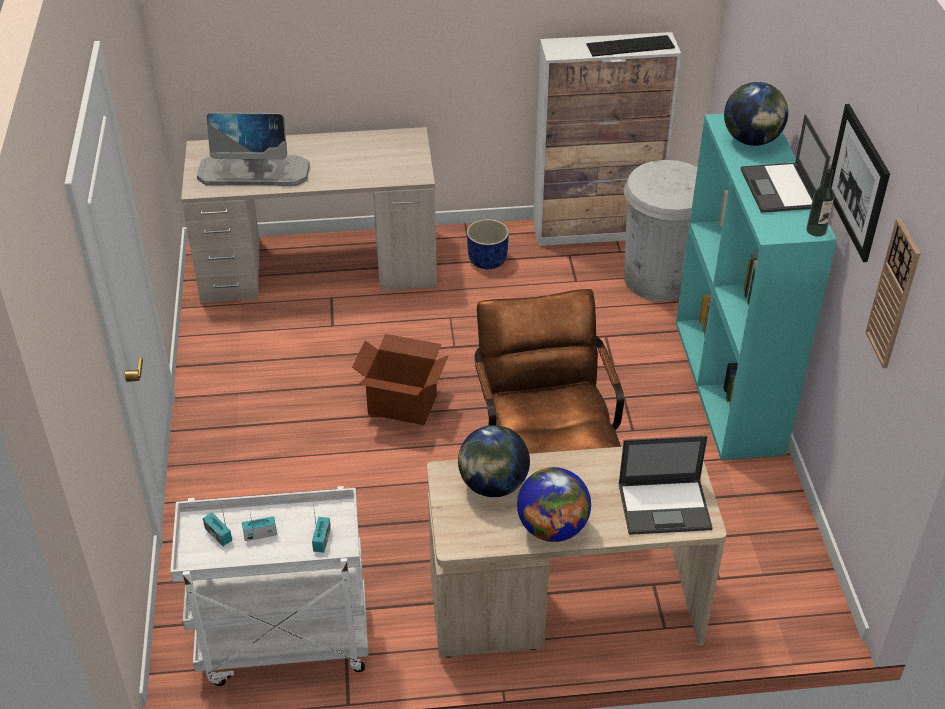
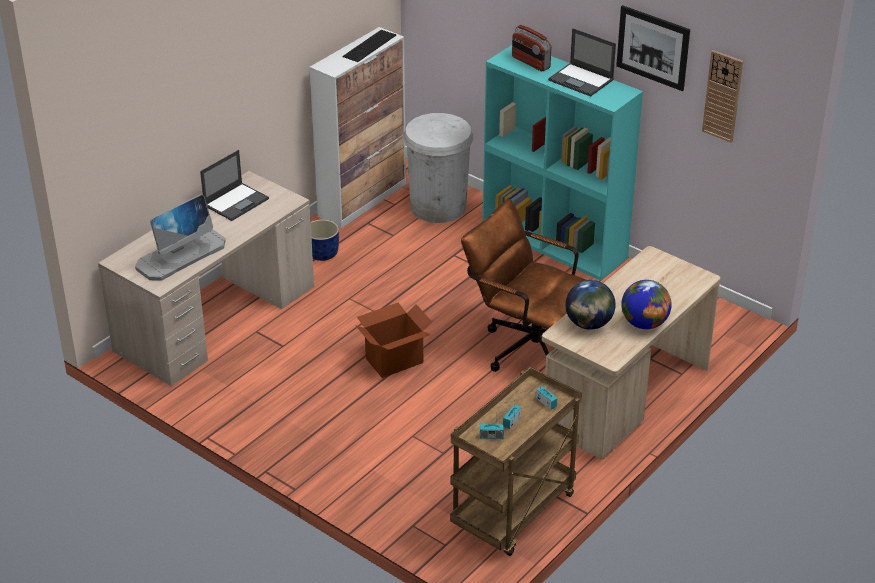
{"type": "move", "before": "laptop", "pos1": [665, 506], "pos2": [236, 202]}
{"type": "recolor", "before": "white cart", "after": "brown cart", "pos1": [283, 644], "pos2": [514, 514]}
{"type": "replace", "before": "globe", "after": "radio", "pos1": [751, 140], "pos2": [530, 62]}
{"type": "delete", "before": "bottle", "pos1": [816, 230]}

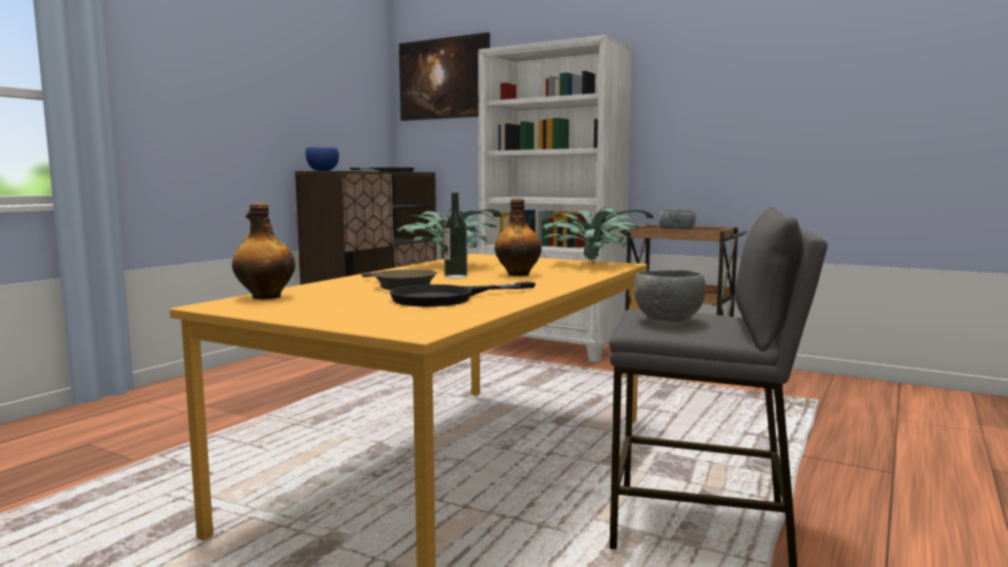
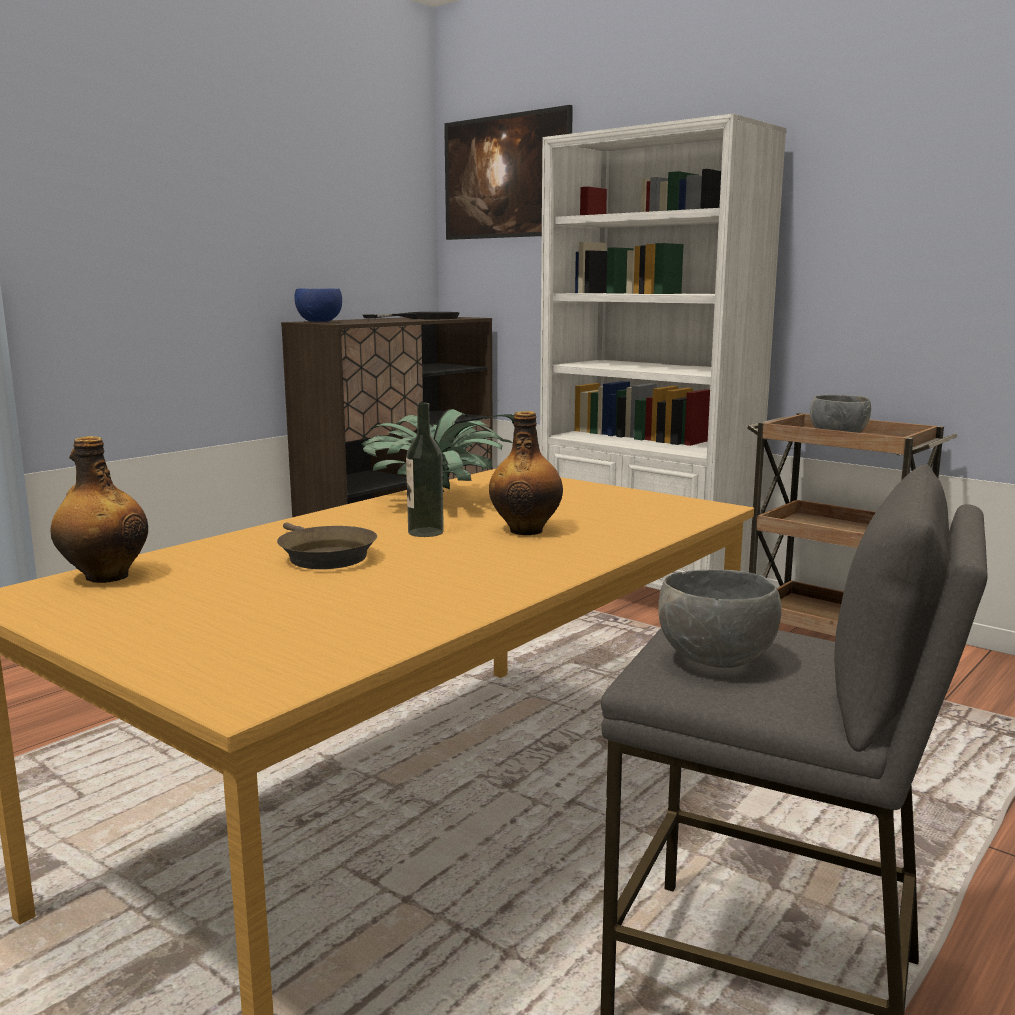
{"type": "delete", "before": "black frying pan", "pos1": [446, 298]}
{"type": "delete", "before": "potted plant", "pos1": [591, 265]}

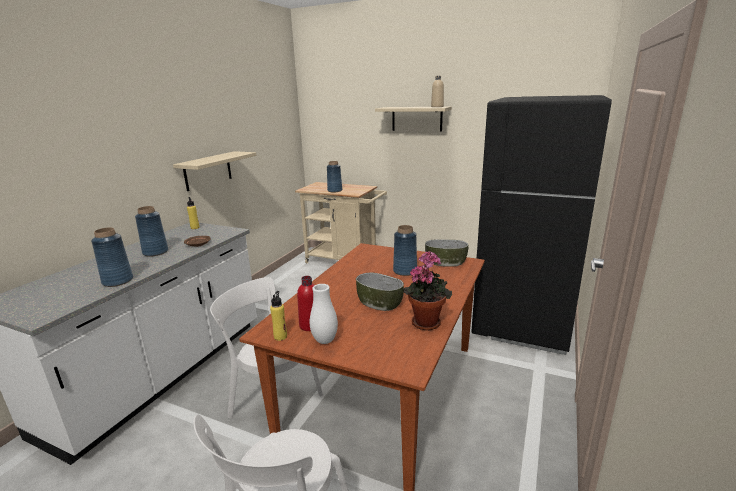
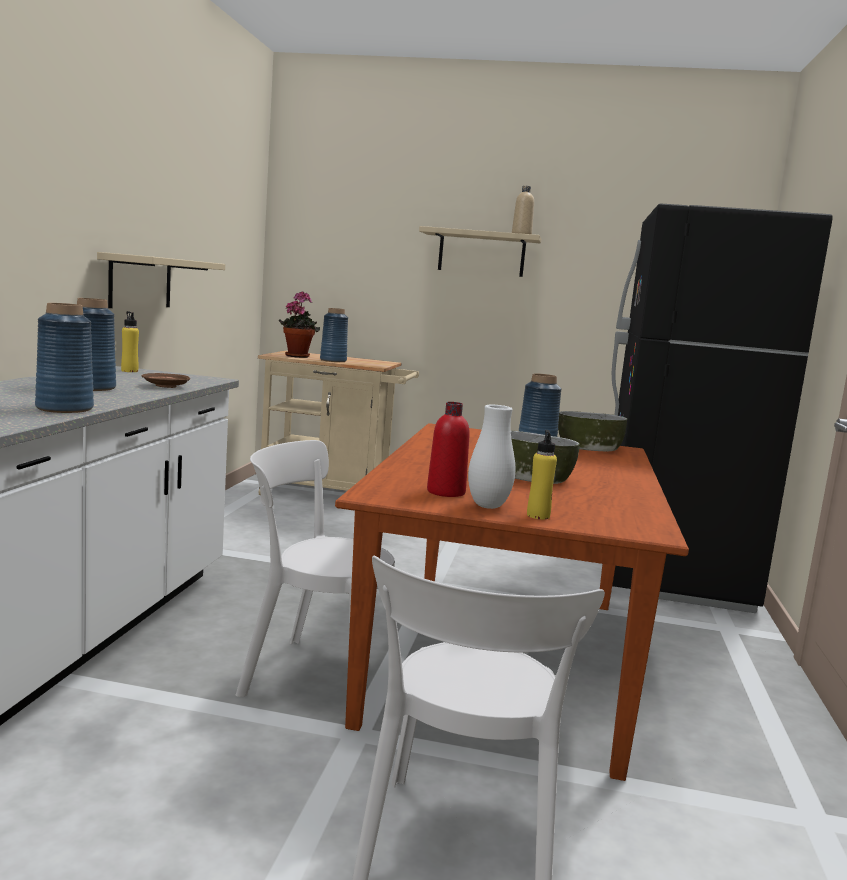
{"type": "move", "before": "potted plant", "pos1": [426, 322], "pos2": [298, 356]}
{"type": "move", "before": "yellow bottle", "pos1": [280, 337], "pos2": [538, 516]}

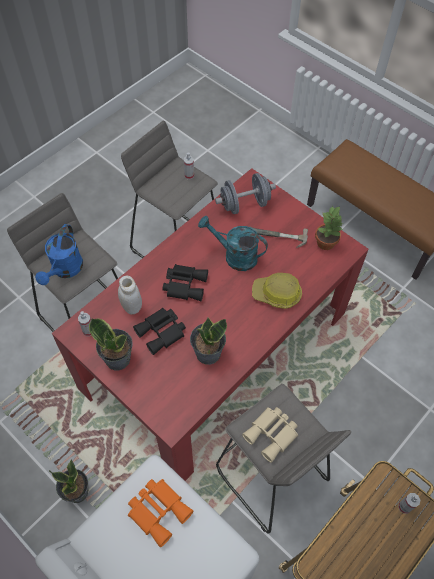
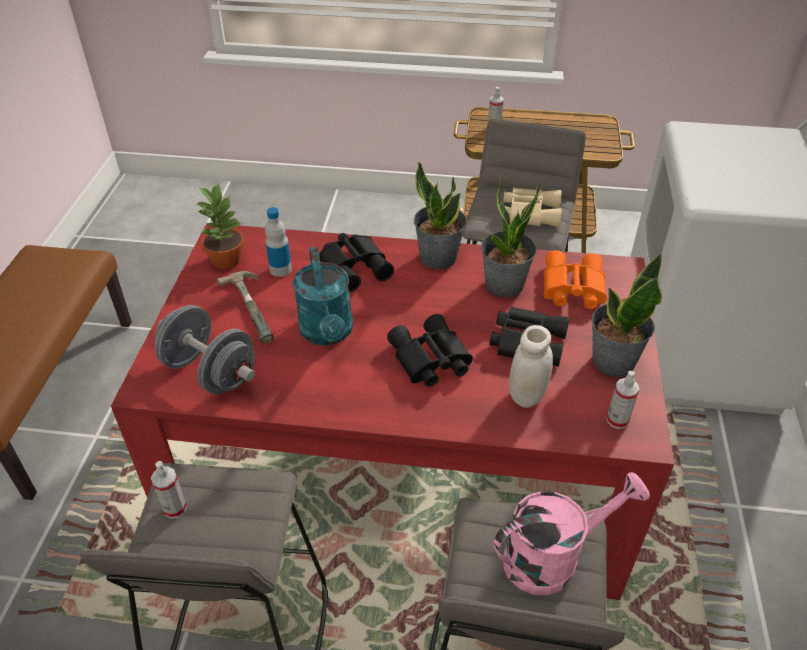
{"type": "insert", "after": "bottle", "pos2": [280, 269]}
{"type": "replace", "before": "hard hat", "after": "black binoculars", "pos1": [277, 294], "pos2": [356, 266]}
{"type": "move", "before": "potted plant", "pos1": [77, 492], "pos2": [438, 257]}
{"type": "recolor", "before": "blue watering can", "after": "pink watering can", "pos1": [65, 270], "pos2": [553, 556]}
{"type": "move", "before": "orange binoculars", "pos1": [159, 510], "pos2": [571, 288]}

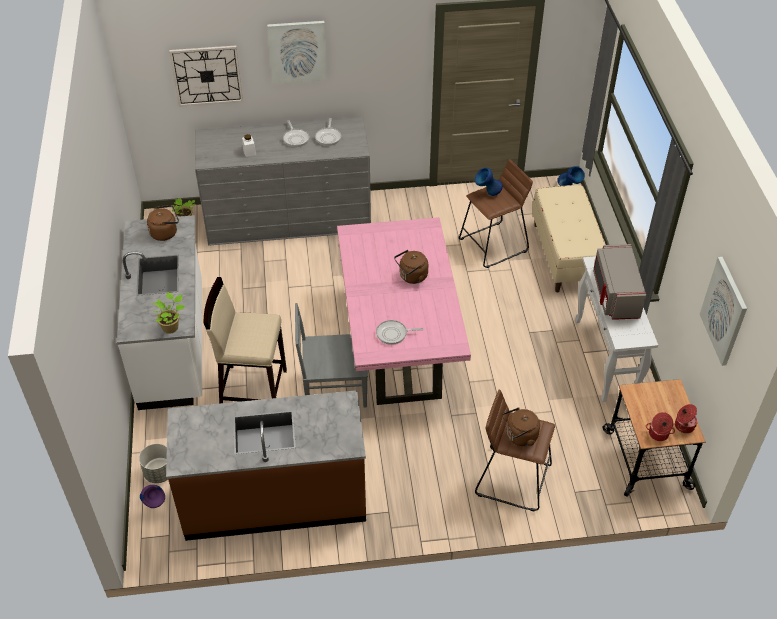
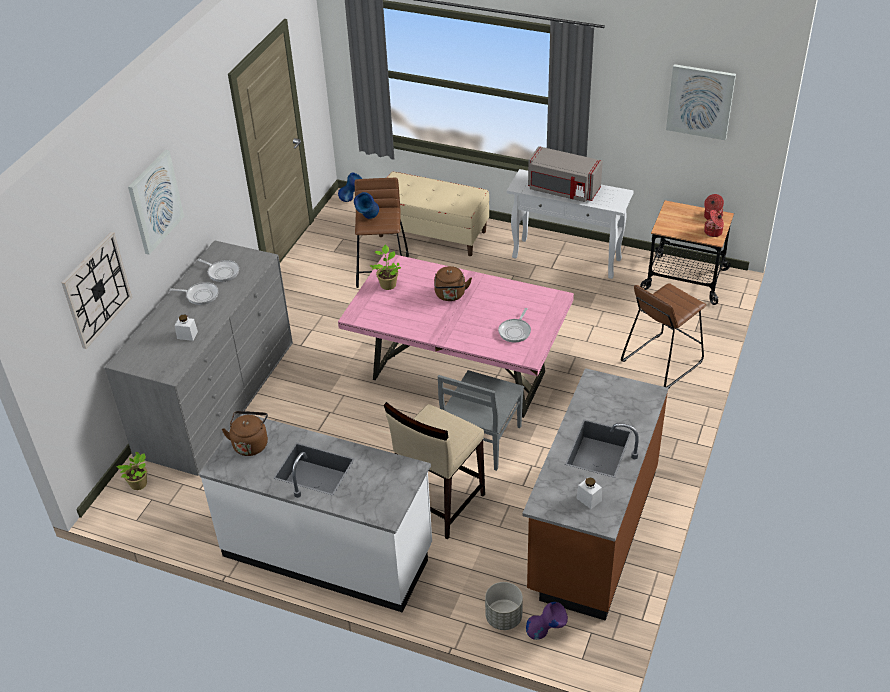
{"type": "move", "before": "potted plant", "pos1": [171, 327], "pos2": [388, 284]}
{"type": "insert", "after": "white jar", "pos2": [589, 499]}
{"type": "delete", "before": "brown kettle", "pos1": [520, 437]}

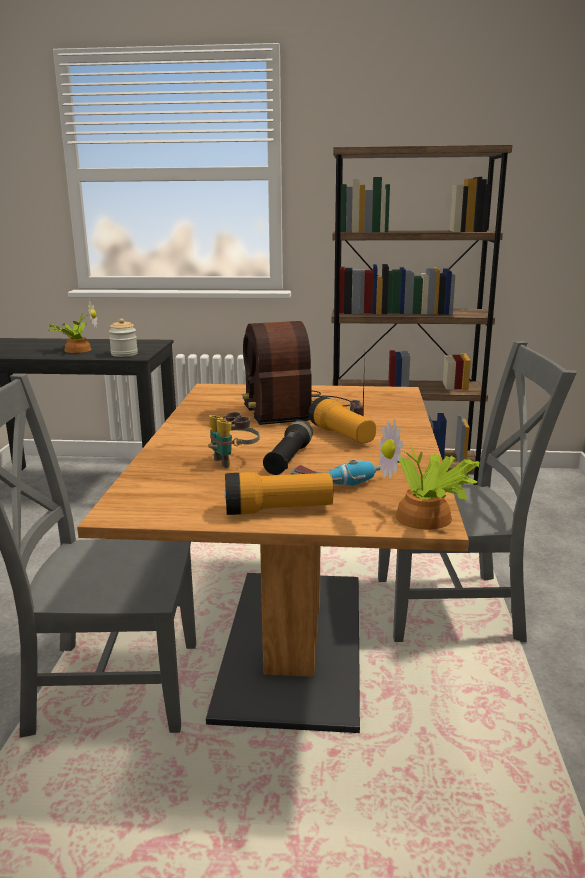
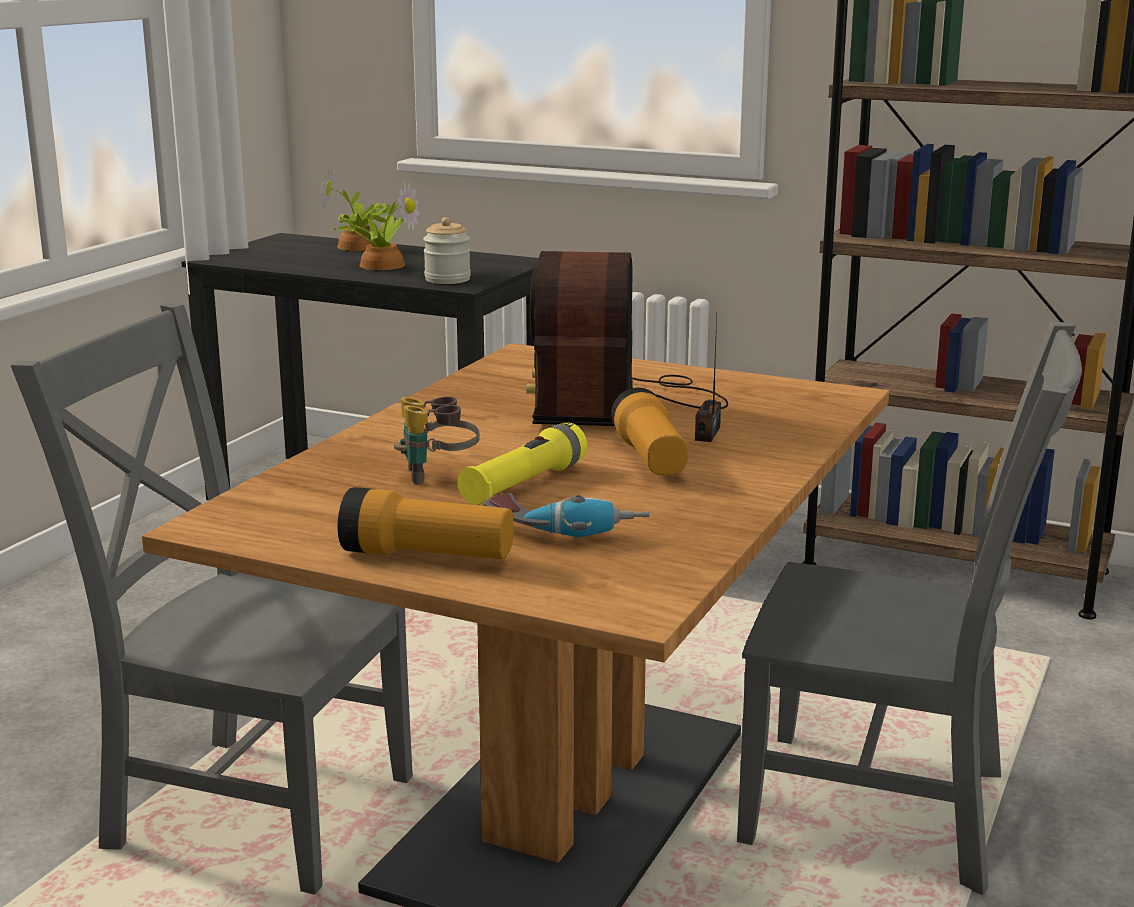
{"type": "move", "before": "potted plant", "pos1": [427, 517], "pos2": [360, 247]}
{"type": "recolor", "before": "black flashlight", "after": "yellow flashlight", "pos1": [288, 459], "pos2": [523, 484]}

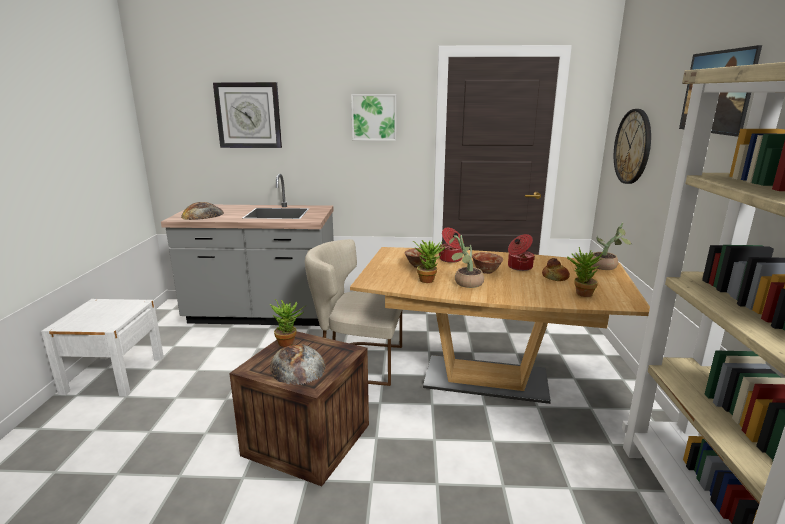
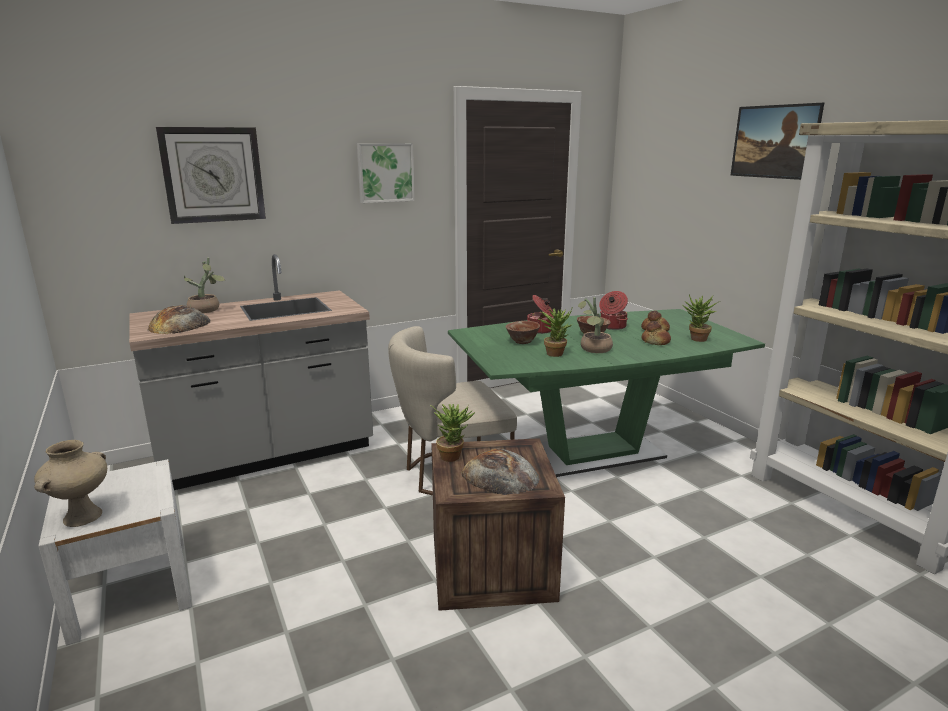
{"type": "insert", "after": "beige vase", "pos2": [83, 516]}
{"type": "move", "before": "potted plant", "pos1": [606, 267], "pos2": [207, 310]}
{"type": "recolor", "before": "brown dining table", "after": "green dining table", "pos1": [486, 379], "pos2": [592, 453]}
{"type": "insert", "after": "bread", "pos2": [656, 341]}
{"type": "delete", "before": "wall clock", "pos1": [633, 146]}

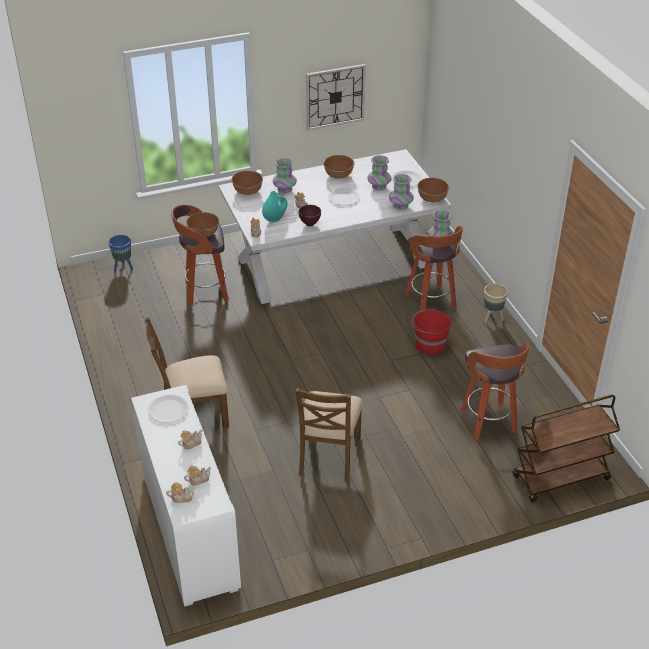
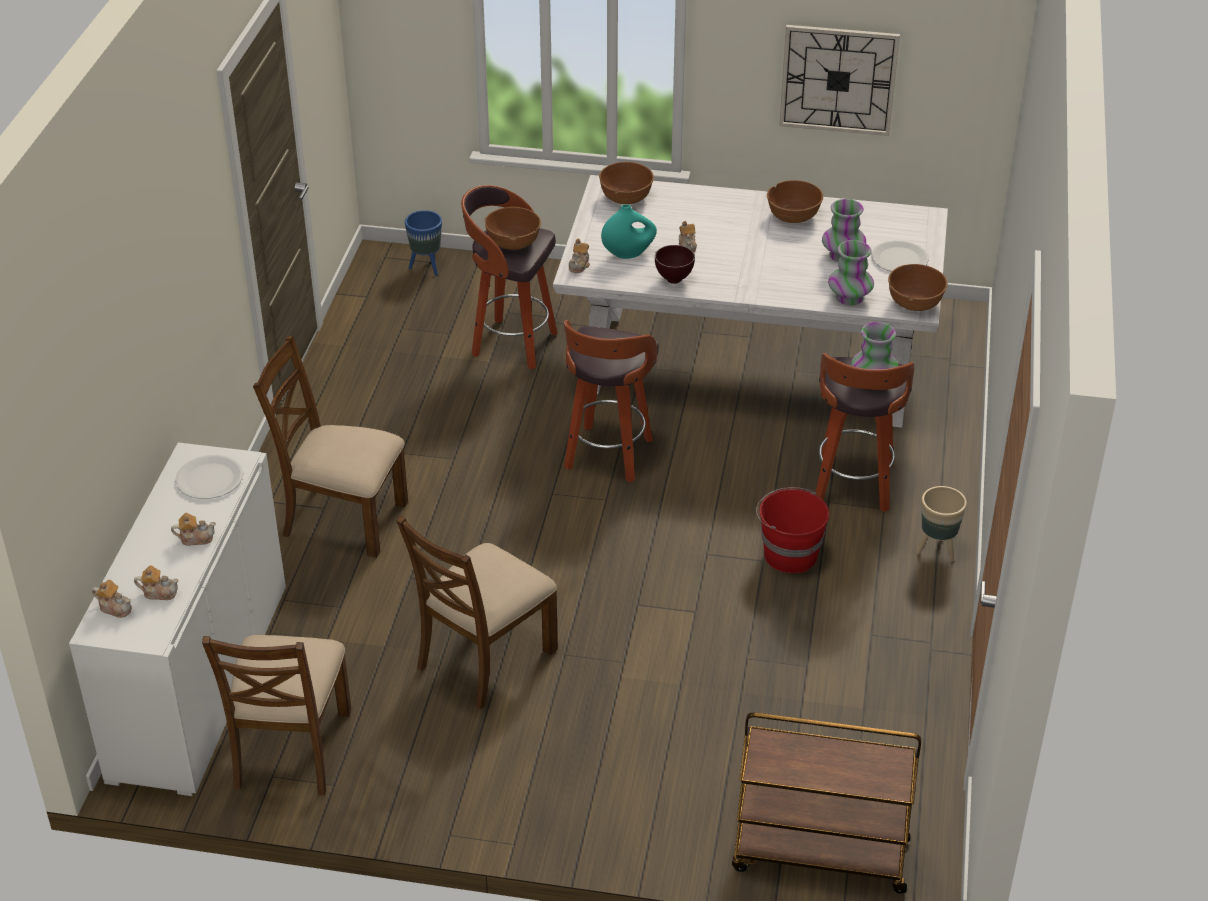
{"type": "insert", "after": "brown chair", "pos2": [290, 749]}
{"type": "move", "before": "stool", "pos1": [489, 422], "pos2": [608, 456]}
{"type": "delete", "before": "vase", "pos1": [284, 189]}
{"type": "delete", "before": "white plate", "pos1": [344, 198]}

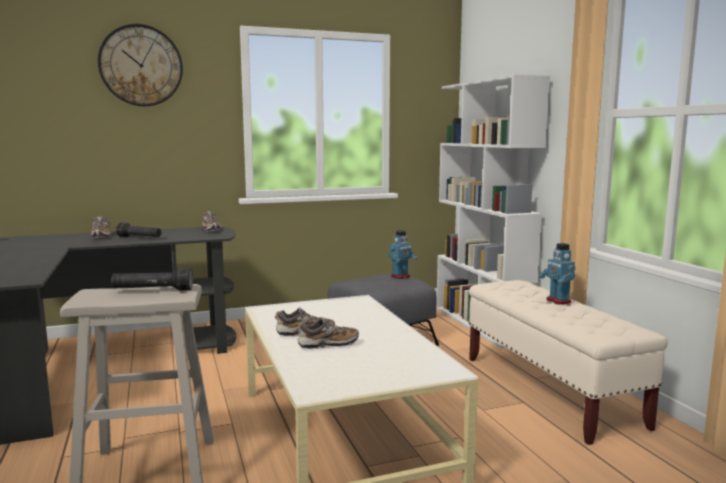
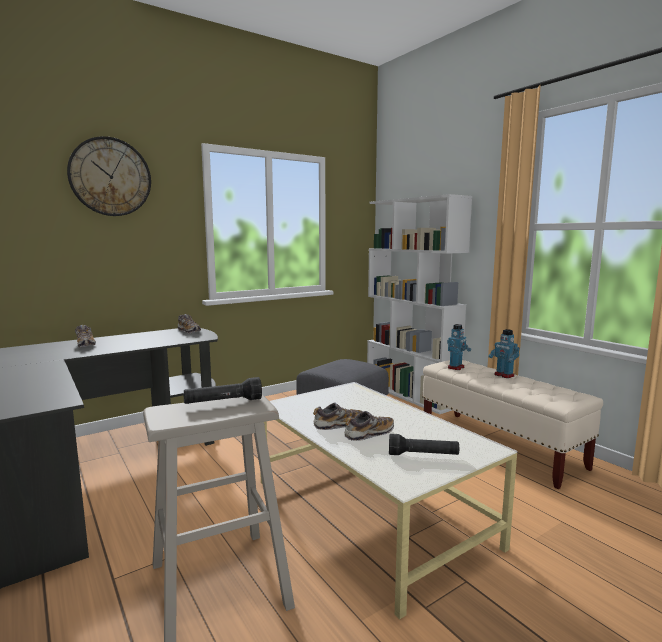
{"type": "move", "before": "black flashlight", "pos1": [140, 238], "pos2": [423, 455]}
{"type": "move", "before": "toy robot", "pos1": [400, 276], "pos2": [456, 367]}

